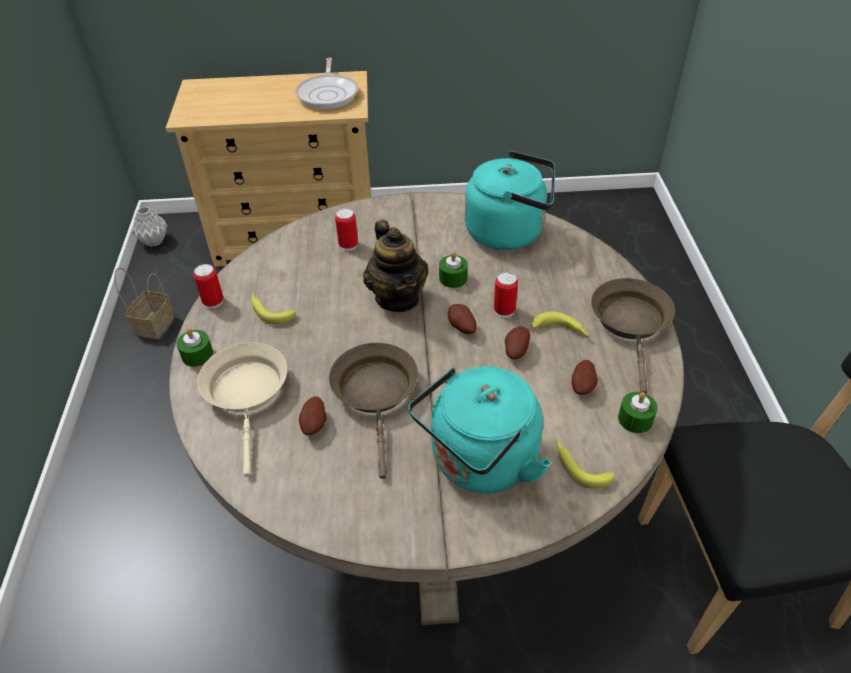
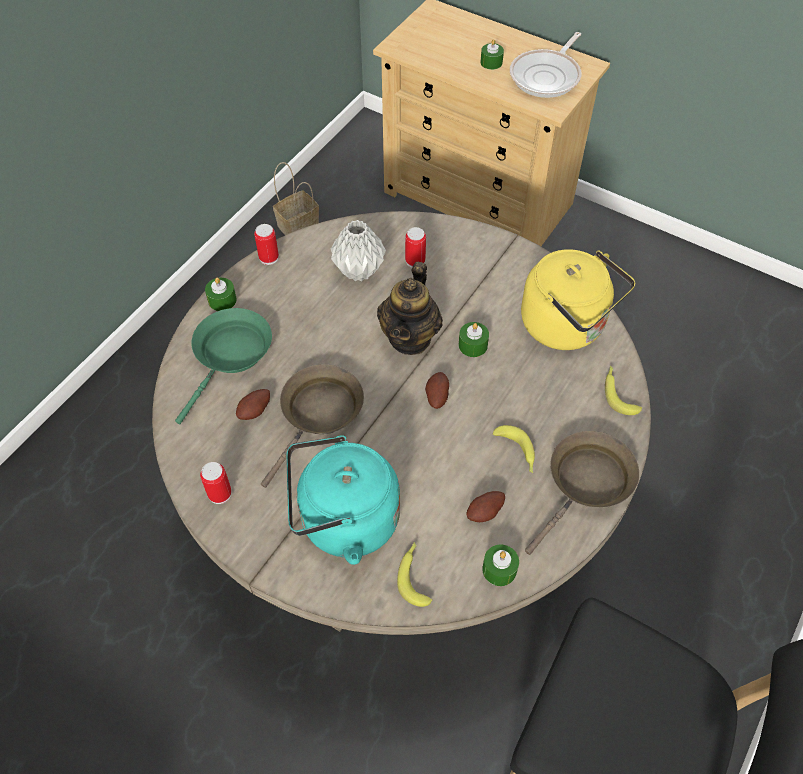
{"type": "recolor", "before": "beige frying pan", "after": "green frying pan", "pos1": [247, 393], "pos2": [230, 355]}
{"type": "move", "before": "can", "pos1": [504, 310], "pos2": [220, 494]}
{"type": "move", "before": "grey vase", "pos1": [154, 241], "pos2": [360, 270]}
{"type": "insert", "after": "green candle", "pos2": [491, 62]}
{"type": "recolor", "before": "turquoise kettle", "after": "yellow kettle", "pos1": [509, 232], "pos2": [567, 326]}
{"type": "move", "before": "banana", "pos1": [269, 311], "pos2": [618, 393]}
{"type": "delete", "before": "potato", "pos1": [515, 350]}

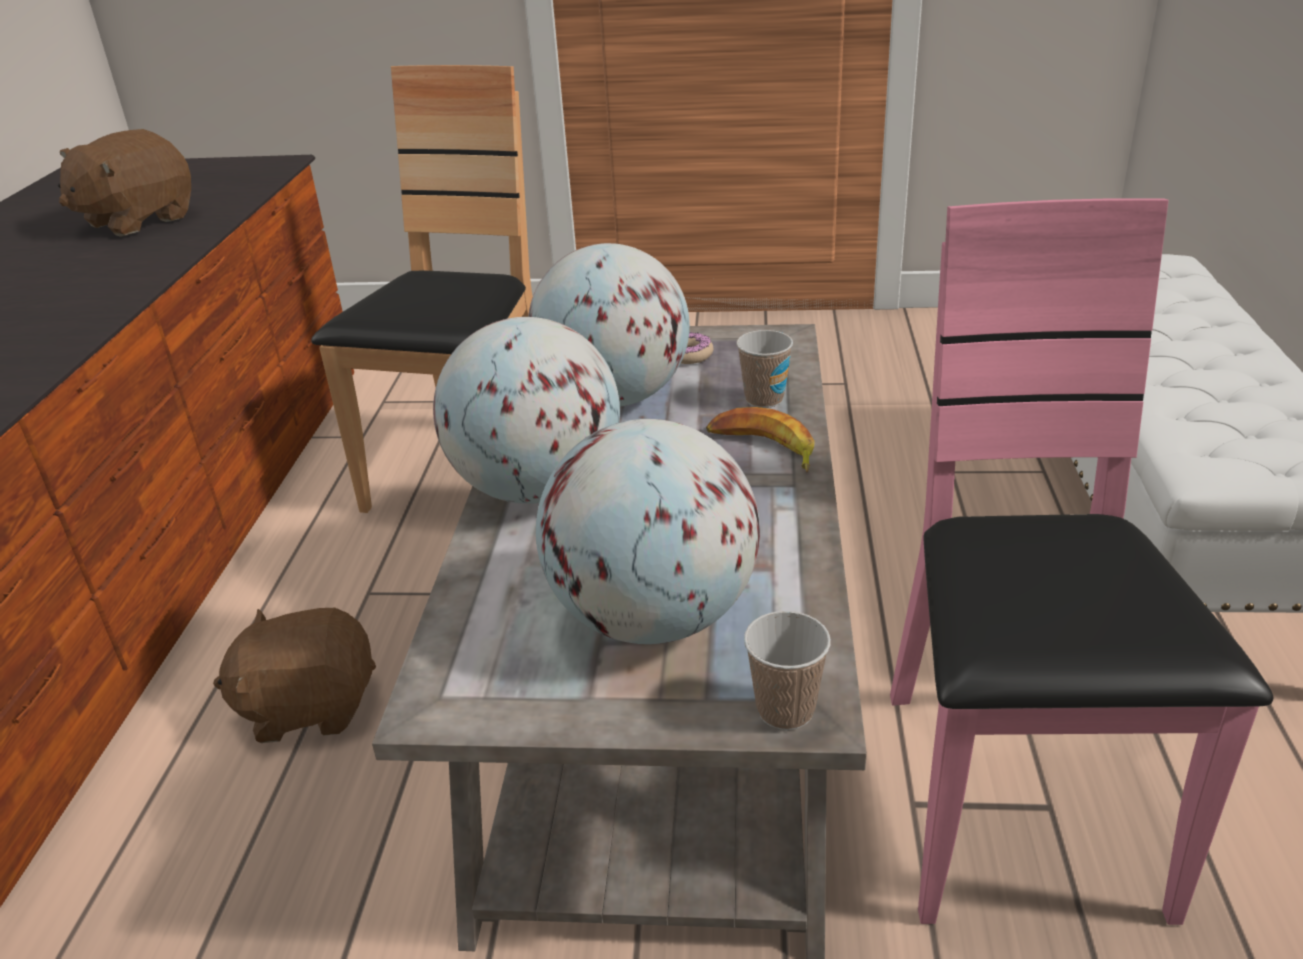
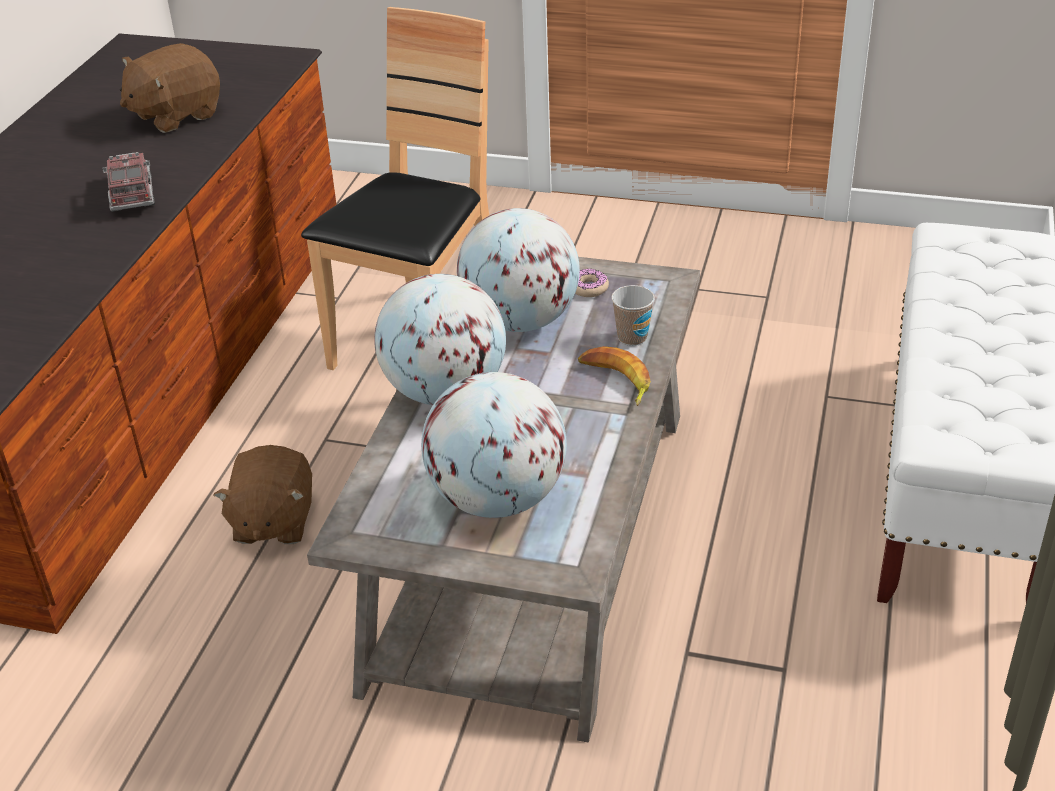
{"type": "insert", "after": "toy truck", "pos2": [132, 195]}
{"type": "rotate", "before": "brown plush toy", "pos1": [309, 706], "pos2": [272, 522], "turn": -90}
{"type": "delete", "before": "cup", "pos1": [785, 710]}
{"type": "delete", "before": "pink chair", "pos1": [1013, 801]}

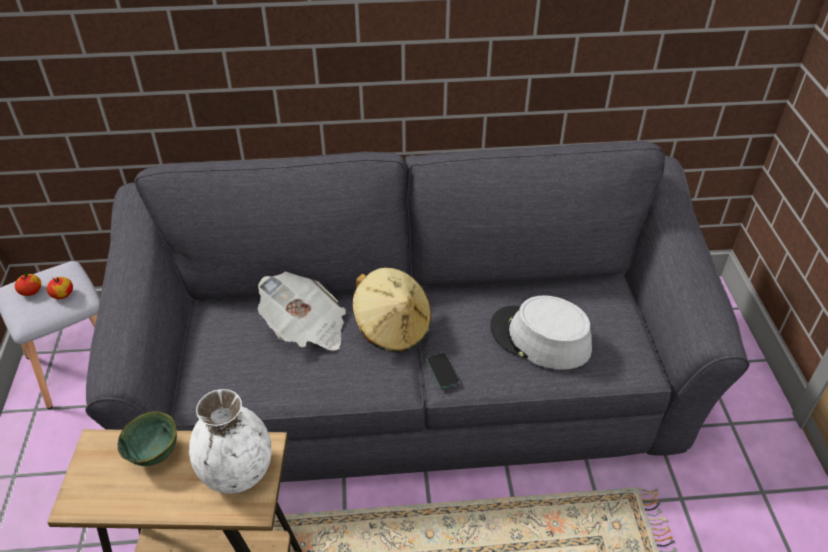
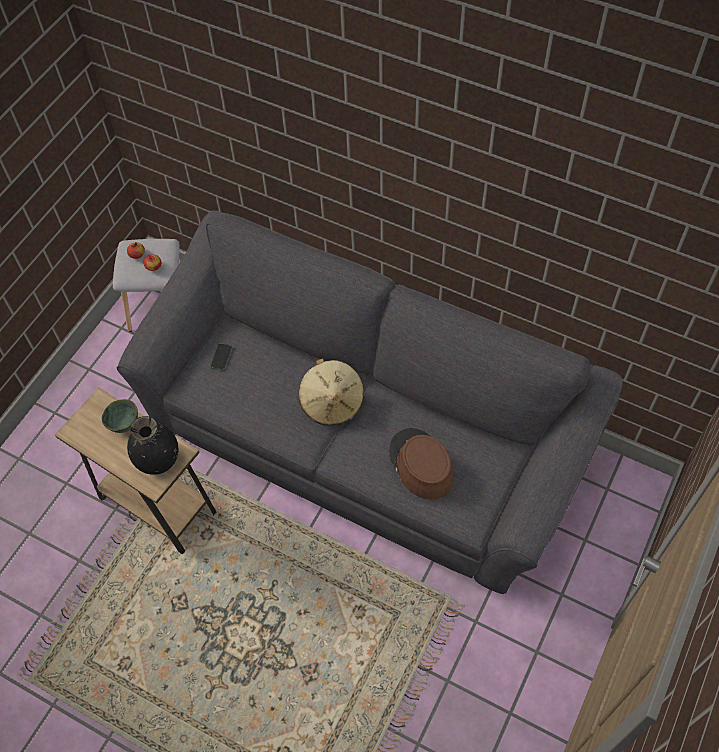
{"type": "recolor", "before": "white vase", "after": "black vase", "pos1": [237, 472], "pos2": [158, 460]}
{"type": "move", "before": "phone", "pos1": [442, 371], "pos2": [221, 357]}
{"type": "recolor", "before": "grey hat", "after": "brown hat", "pos1": [540, 338], "pos2": [421, 464]}
{"type": "delete", "before": "newspaper", "pos1": [306, 327]}

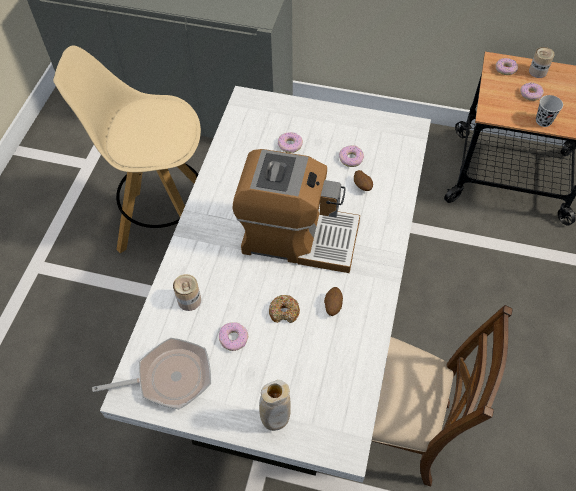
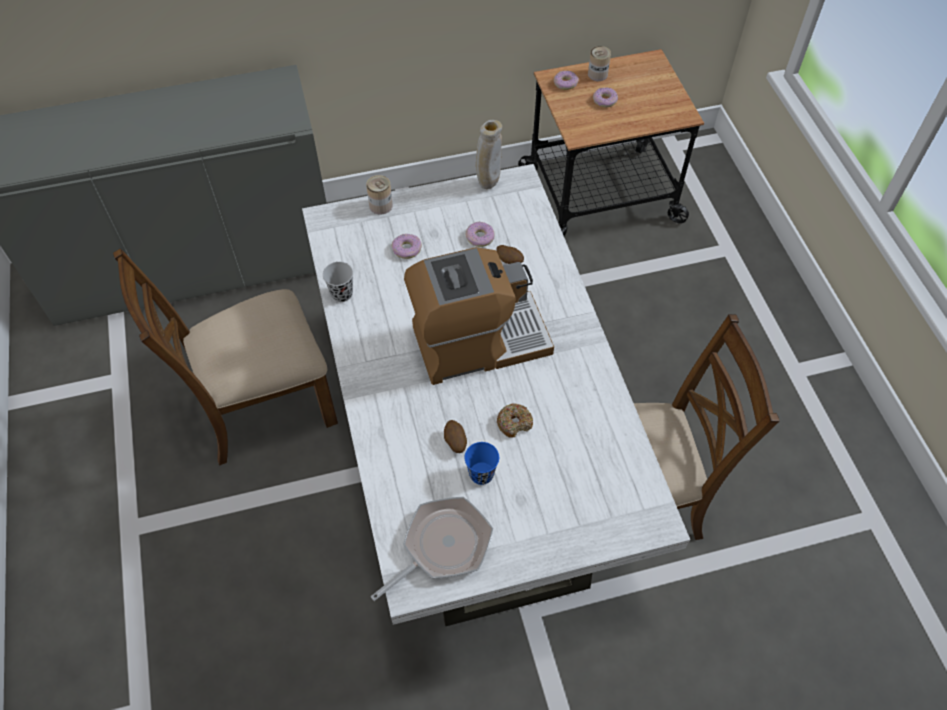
{"type": "replace", "before": "beige stool", "after": "brown chair", "pos1": [166, 223], "pos2": [261, 405]}
{"type": "move", "before": "black cup", "pos1": [543, 121], "pos2": [342, 294]}
{"type": "move", "before": "can", "pos1": [189, 300], "pos2": [380, 205]}
{"type": "move", "before": "potato", "pos1": [332, 306], "pos2": [455, 442]}
{"type": "replace", "before": "donut", "after": "blue cup", "pos1": [234, 338], "pos2": [481, 474]}
{"type": "move", "before": "beige vase", "pos1": [275, 421], "pos2": [488, 183]}

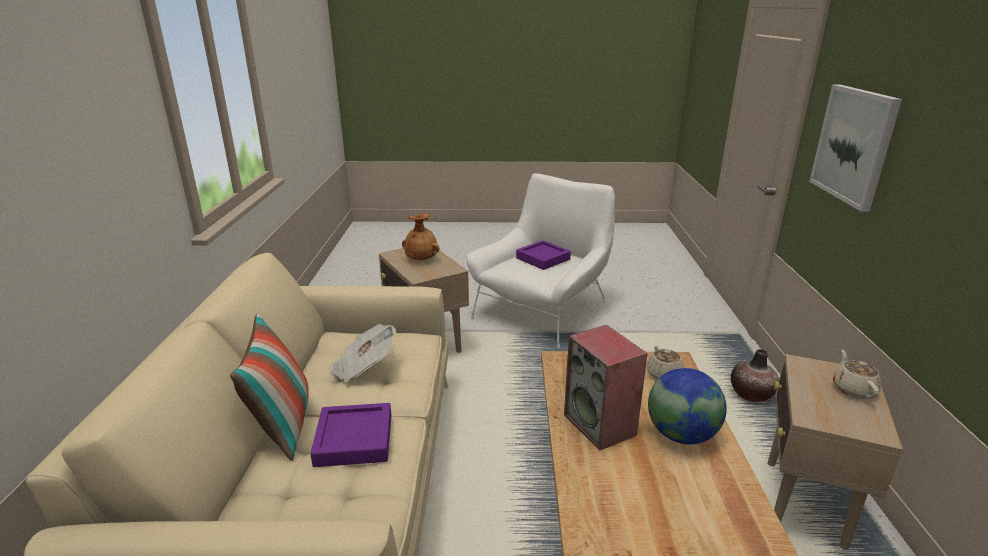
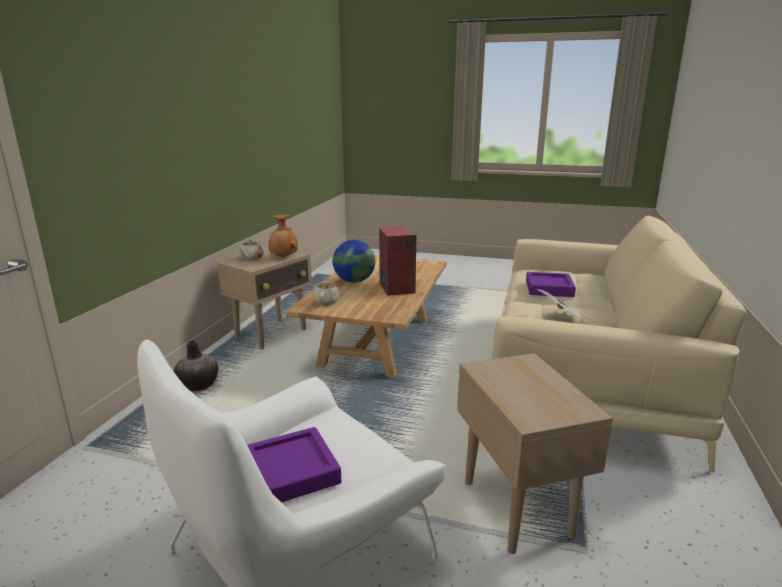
{"type": "move", "before": "brown vase", "pos1": [421, 259], "pos2": [283, 257]}
{"type": "delete", "before": "pillow", "pos1": [282, 426]}
{"type": "delete", "before": "picture", "pos1": [854, 145]}

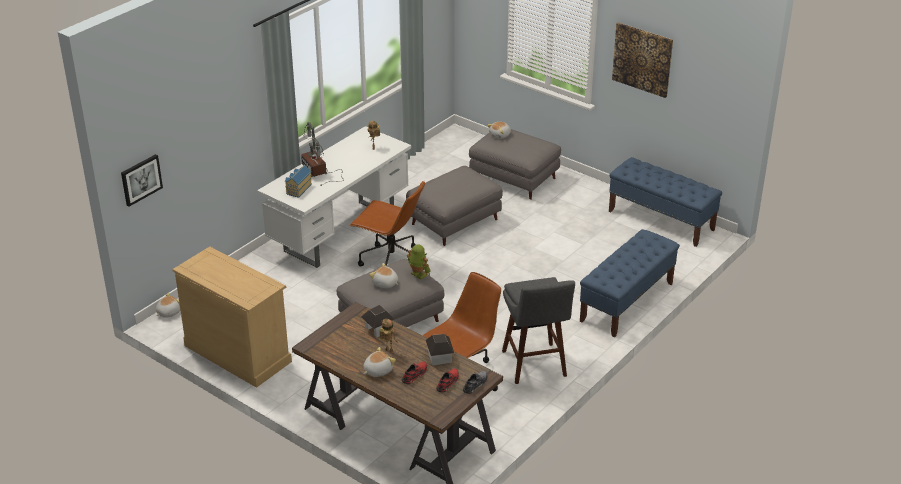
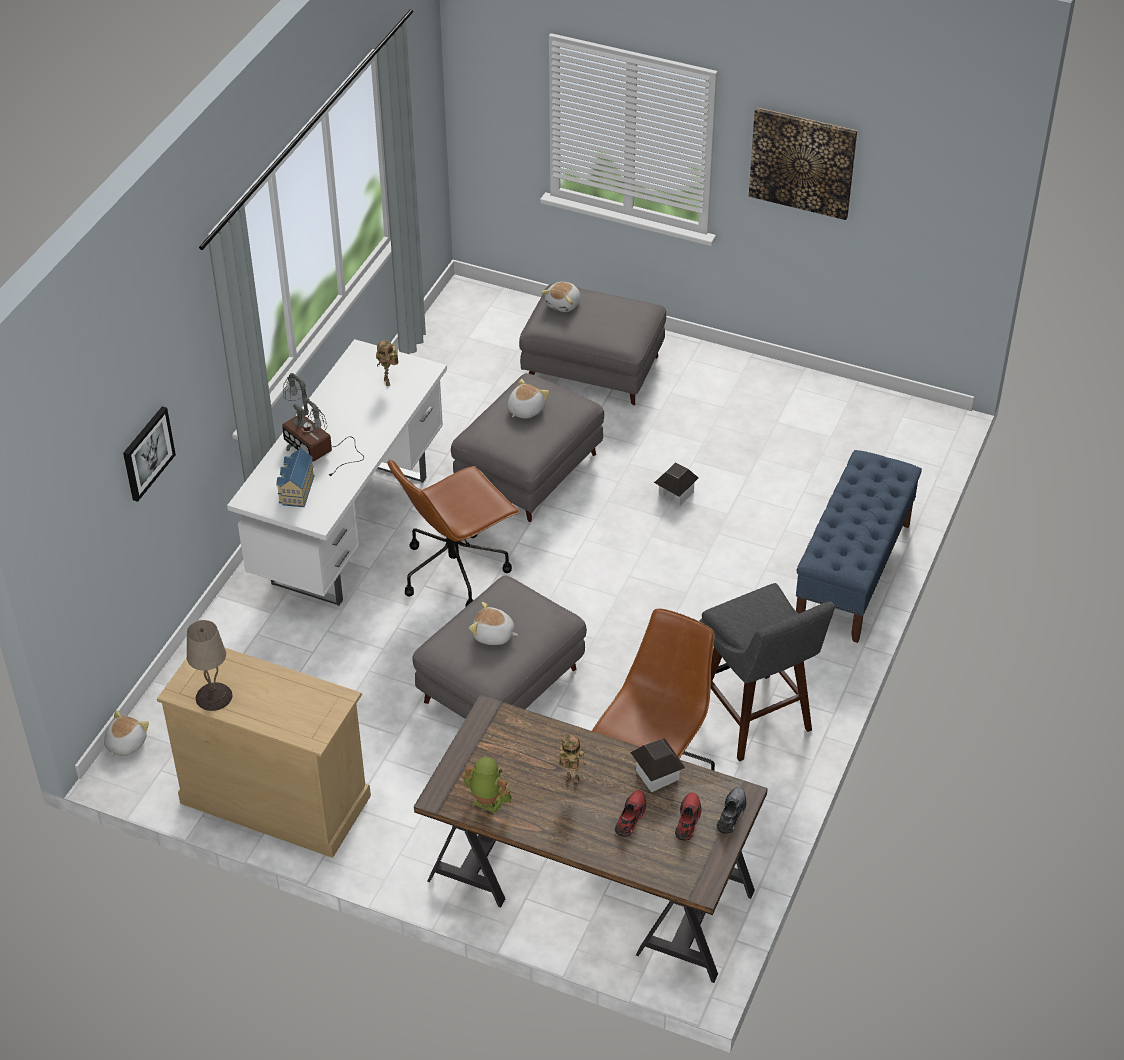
{"type": "move", "before": "picture", "pos1": [141, 179], "pos2": [147, 453]}
{"type": "insert", "after": "beige table lamp", "pos2": [213, 697]}
{"type": "rotate", "before": "brown office chair", "pos1": [390, 262], "pos2": [455, 570], "turn": 135}
{"type": "move", "before": "toy robot", "pos1": [418, 275], "pos2": [486, 804]}
{"type": "move", "before": "plush toy", "pos1": [377, 370], "pos2": [525, 409]}
{"type": "move", "before": "toy house", "pos1": [378, 329], "pos2": [675, 494]}
{"type": "delete", "before": "blue bench", "pos1": [661, 220]}

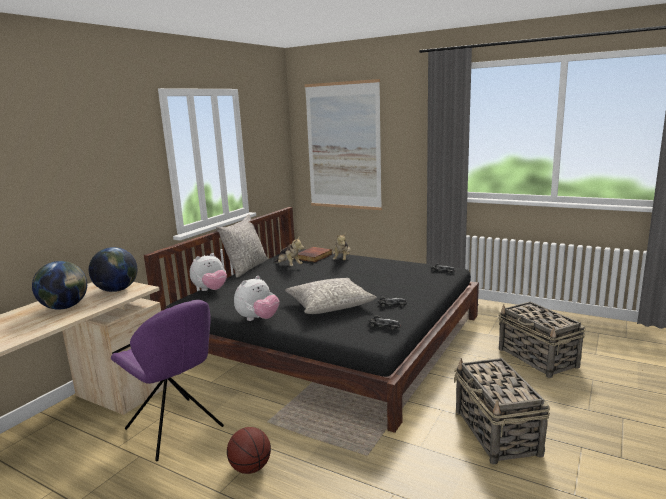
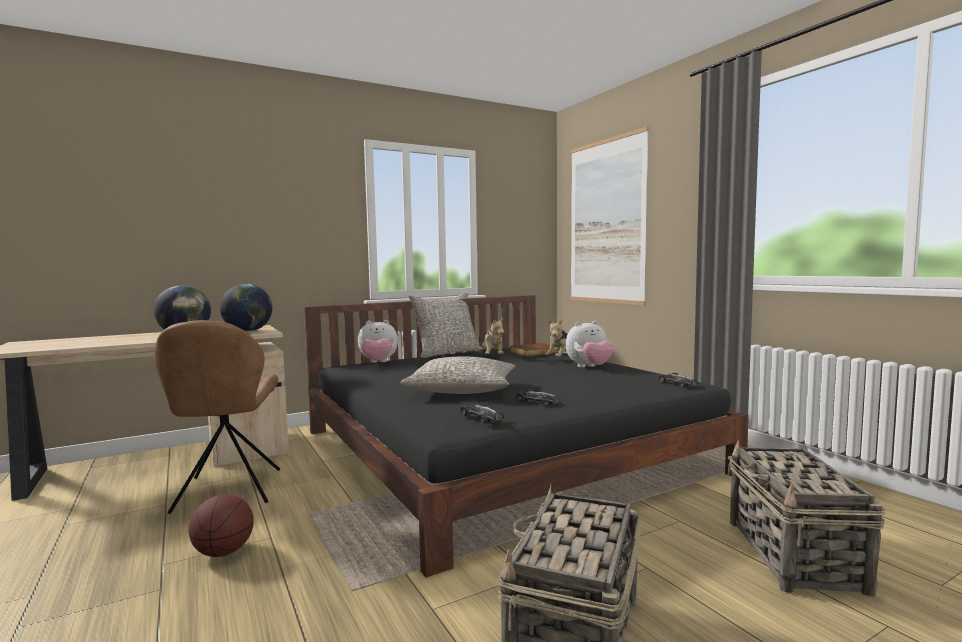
{"type": "recolor", "before": "purple chair", "after": "brown chair", "pos1": [176, 429], "pos2": [227, 492]}
{"type": "move", "before": "plush toy", "pos1": [258, 319], "pos2": [589, 367]}

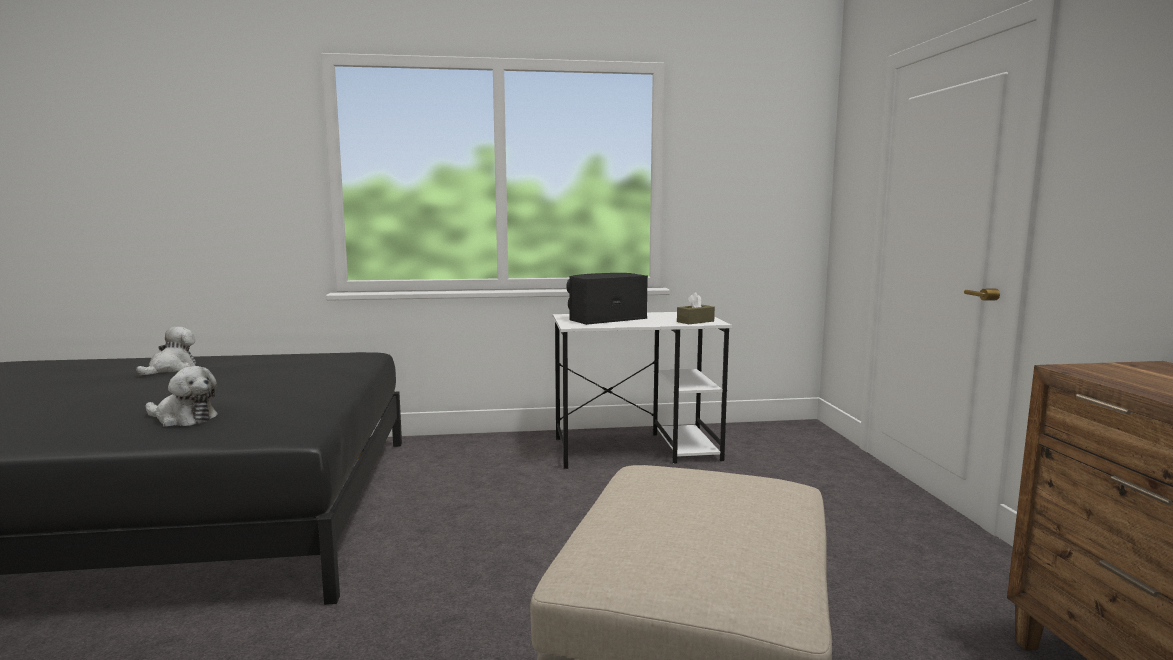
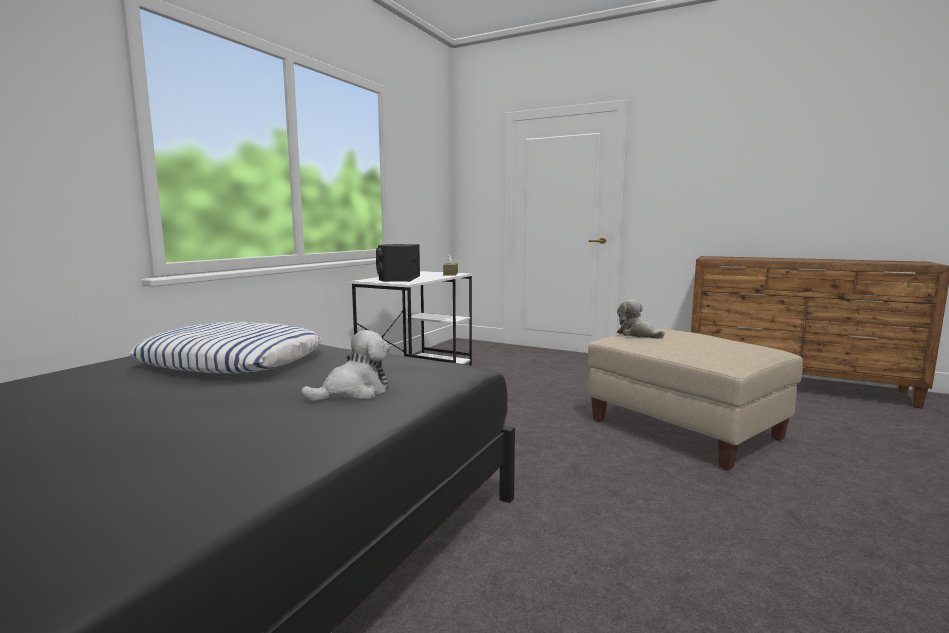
{"type": "insert", "after": "pillow", "pos2": [231, 360]}
{"type": "move", "before": "plush toy", "pos1": [171, 369], "pos2": [637, 334]}

